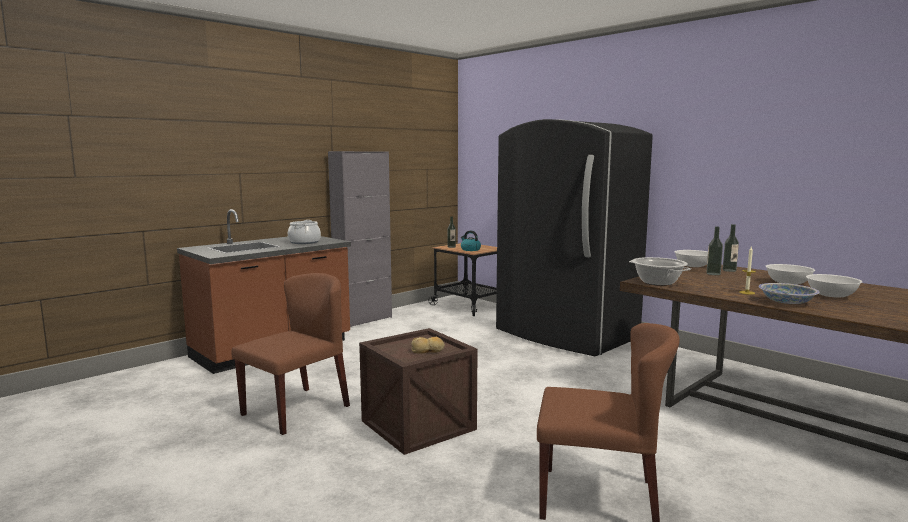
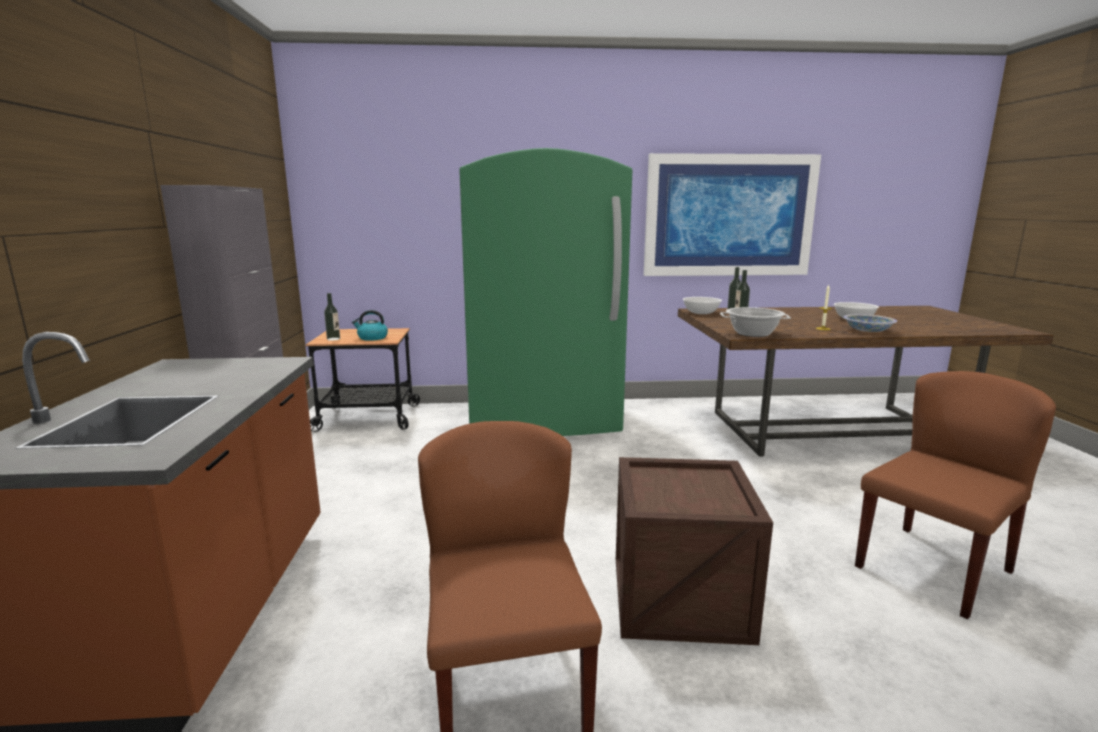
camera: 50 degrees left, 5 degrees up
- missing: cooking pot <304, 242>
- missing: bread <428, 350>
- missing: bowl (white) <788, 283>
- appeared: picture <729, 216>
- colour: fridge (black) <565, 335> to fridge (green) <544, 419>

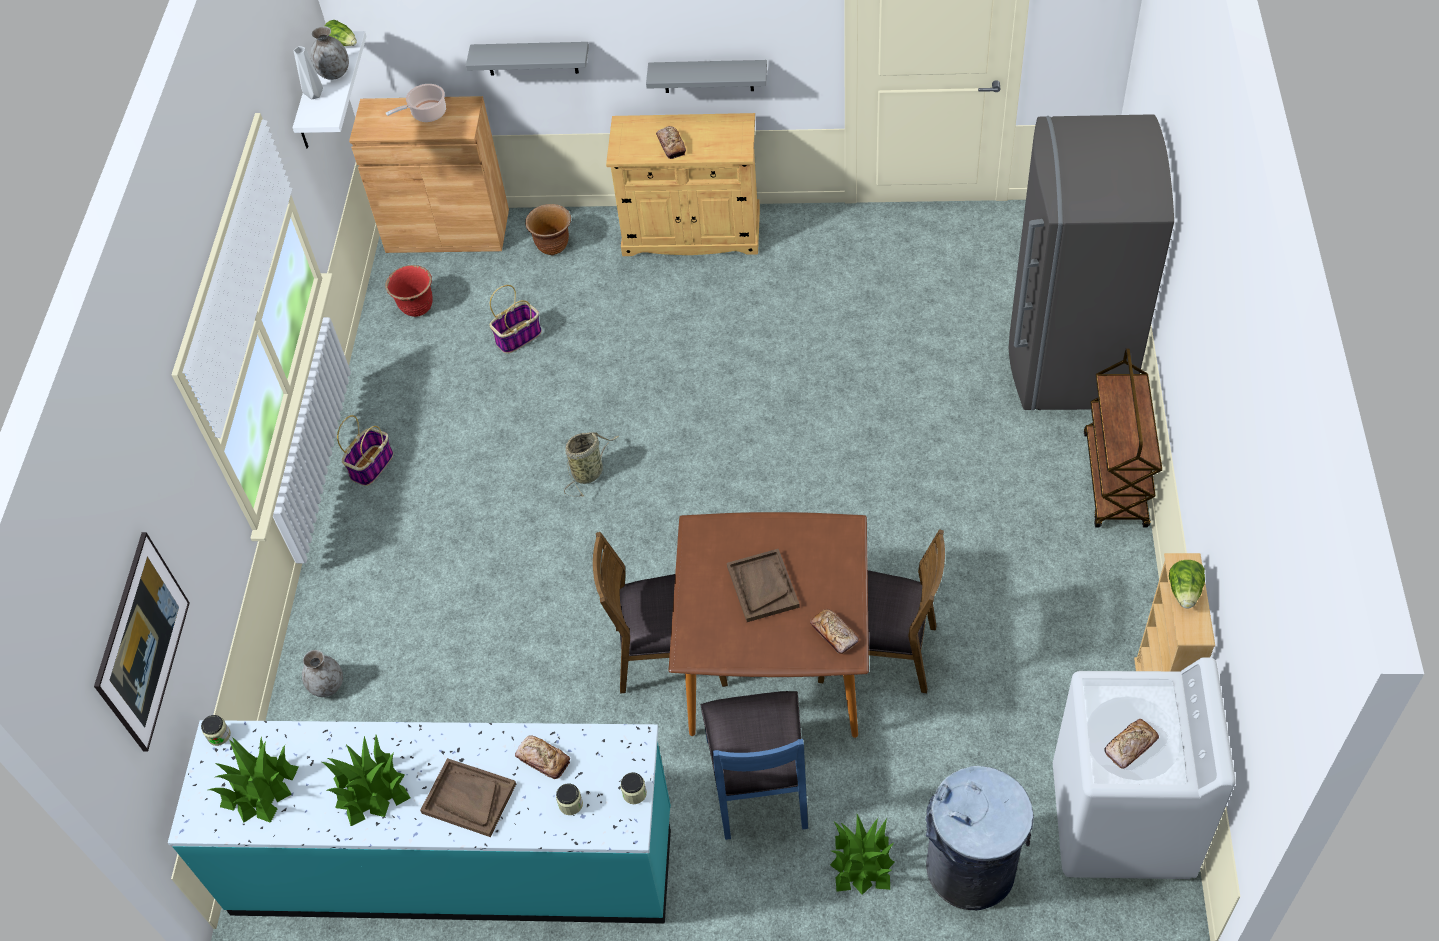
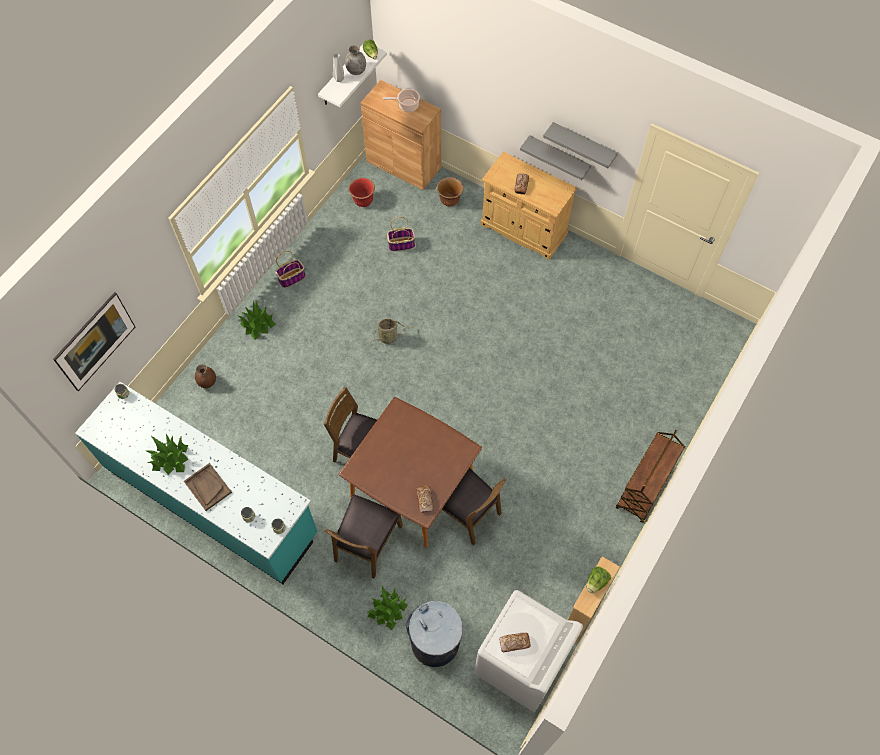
camera: 25 degrees right, 10 degrees up
- missing: bread <543, 760>
- missing: tray (brown) <762, 586>
- missing: fridge (grey) <1068, 359>
- relocated: potted plant <259, 788> to <257, 324>
- relocated: shelf (grey) <531, 58> to <583, 144>
- colour: vase (grey) <327, 686> to vase (brown) <207, 382>
- colour: chair (blue) <759, 783> to chair (brown) <367, 543>

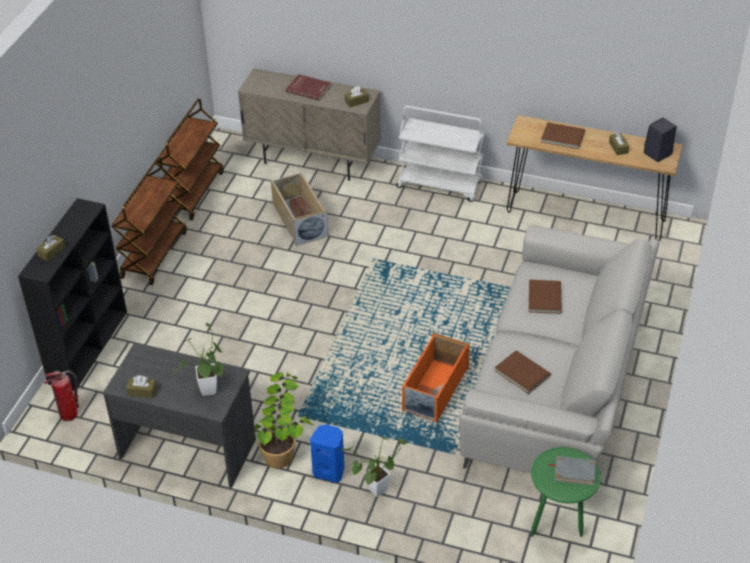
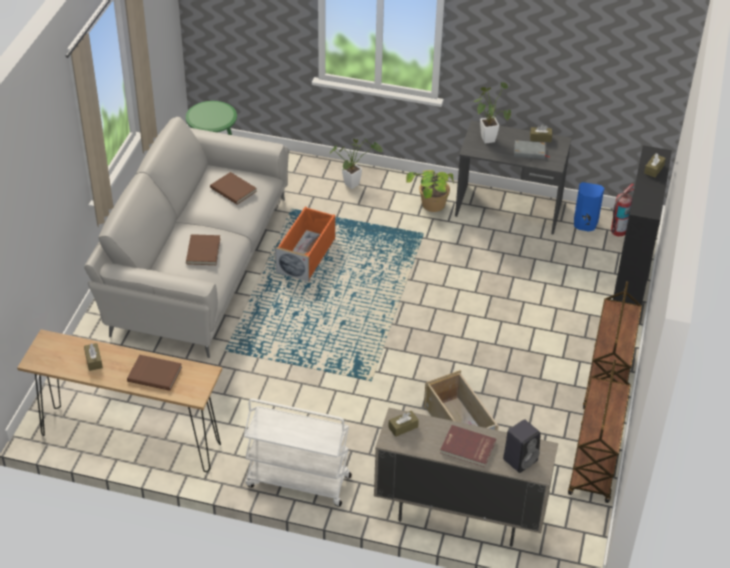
camera: 175 degrees right, 0 degrees up
- relocated: speaker (blue) <329, 471> to <584, 224>
- relocated: book (grey) <574, 472> to <529, 152>
- relocated: speaker (black) <657, 154> to <520, 459>

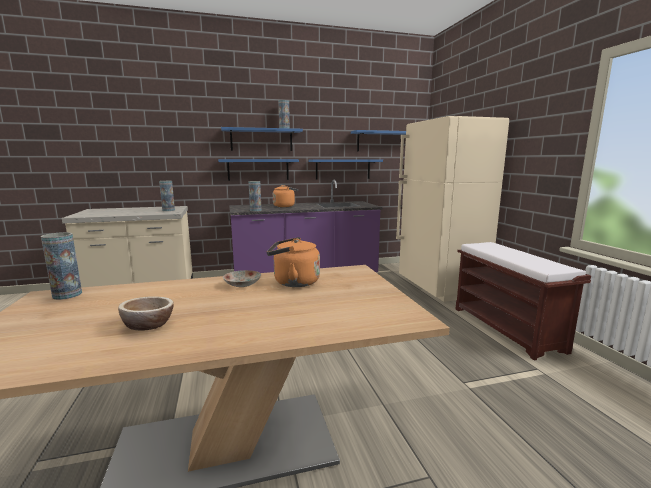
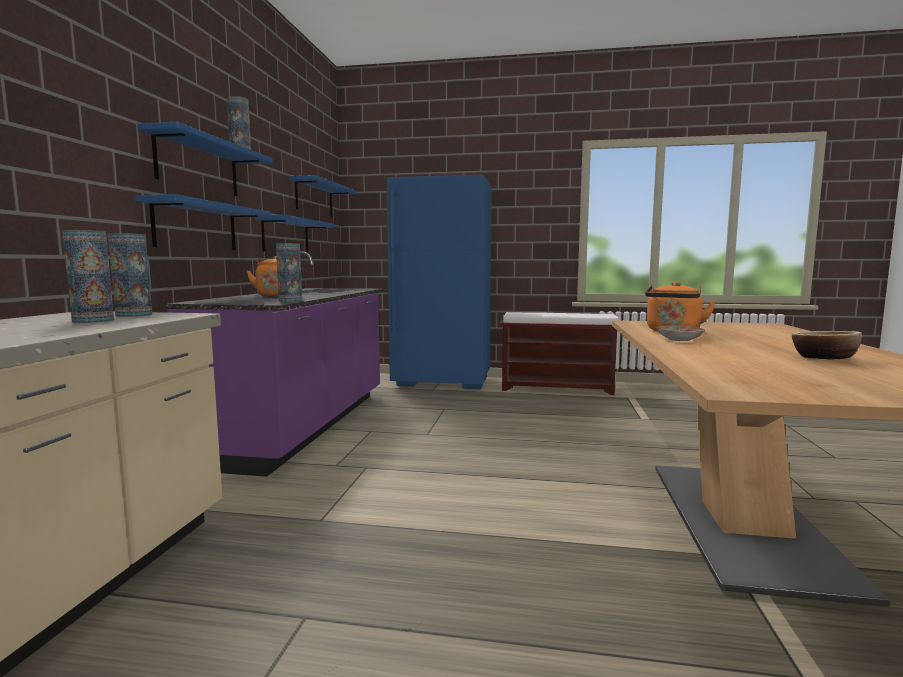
camera: 65 degrees left, 5 degrees down
- relocated: vase <67, 295> to <93, 321>
- colour: fridge (beige) <440, 288> to fridge (blue) <442, 383>

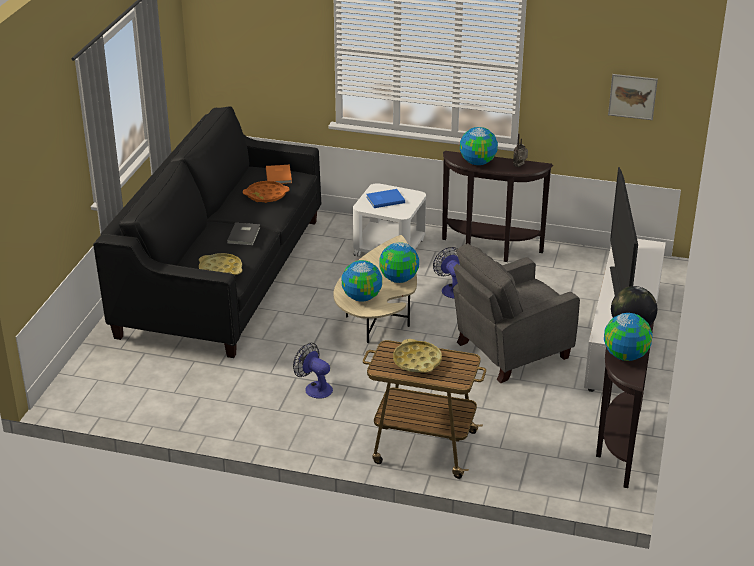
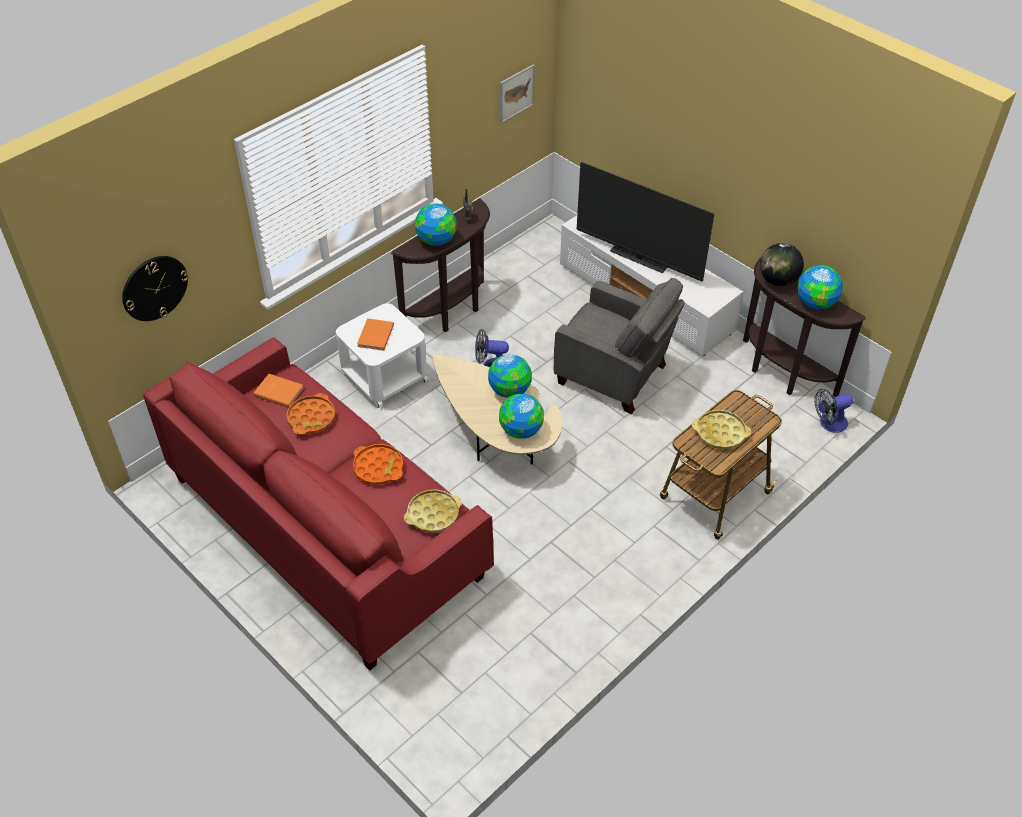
camera: 60 degrees left, 15 degrees up
- appeared: wall clock <154, 288>
- relocated: fan <314, 388> to <829, 424>
- exchanged: book (grey) <245, 235> to tray (orange) <378, 467>
- colour: sofa (black) <222, 277> to sofa (red) <327, 528>
- colour: book (blue) <384, 199> to book (orange) <374, 336>
- spun: armchair (grey) <509, 350> = <614, 375> 60 degrees counterclockwise

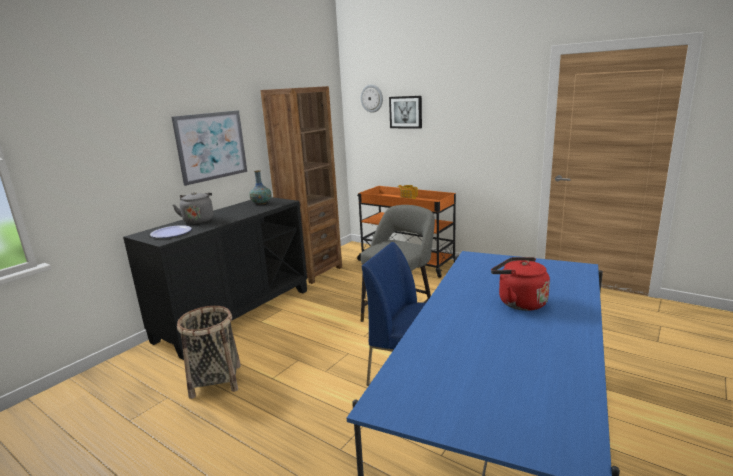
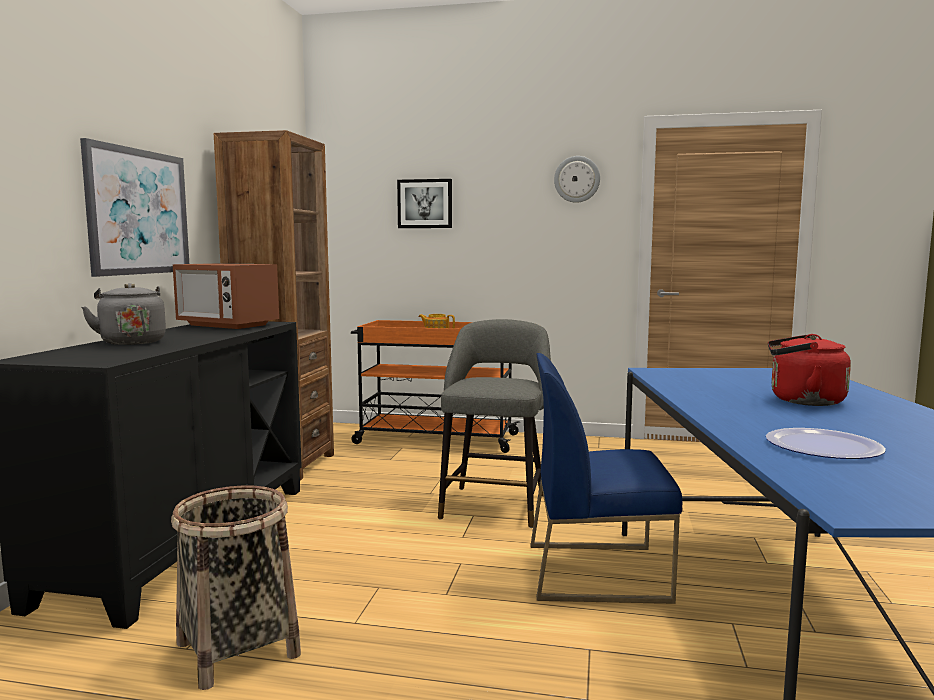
camera: 25 degrees left, 10 degrees down
- relocated: plate <171, 233> to <823, 447>
- relocated: wall clock <372, 98> to <577, 179>
- exchanged: vase <261, 203> to microwave <227, 325>

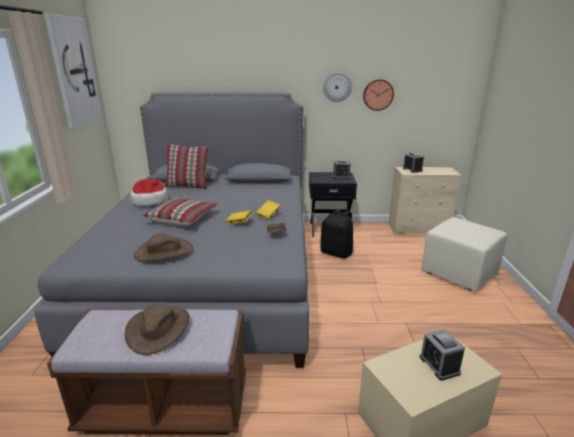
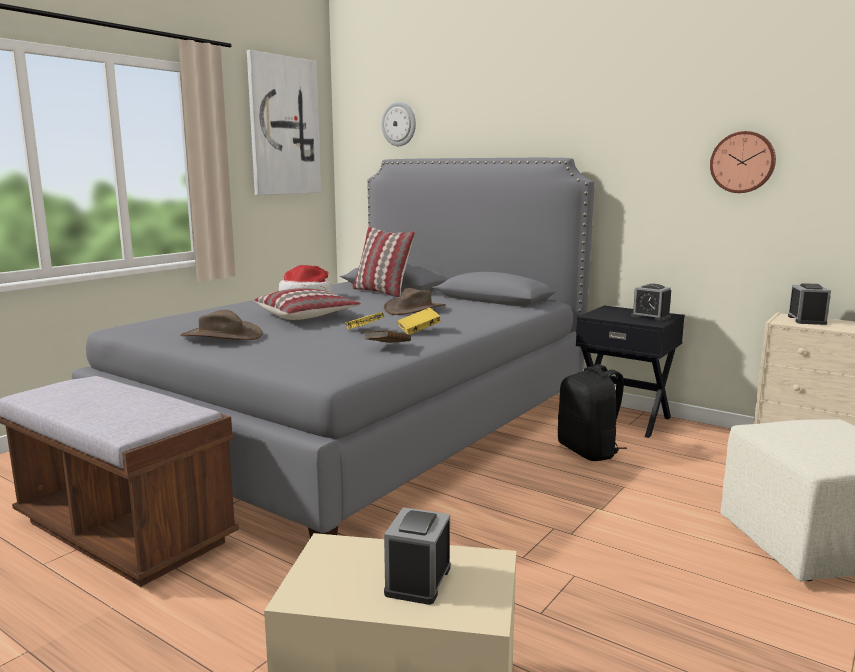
camera: 35 degrees right, 10 degrees down
- relocated: hat (brown) <158, 329> to <414, 309>
- relocated: wall clock <337, 87> to <399, 124>

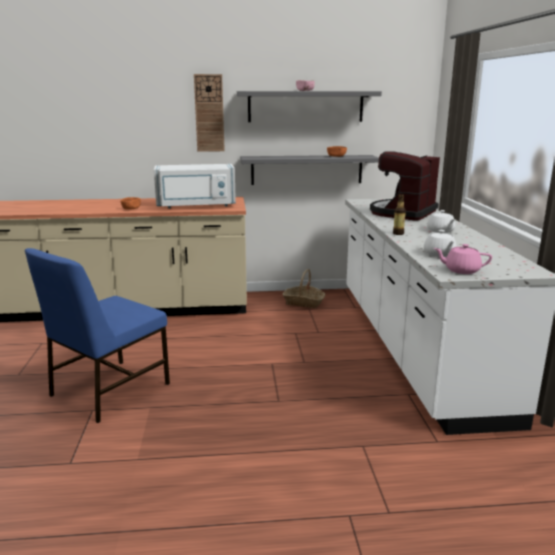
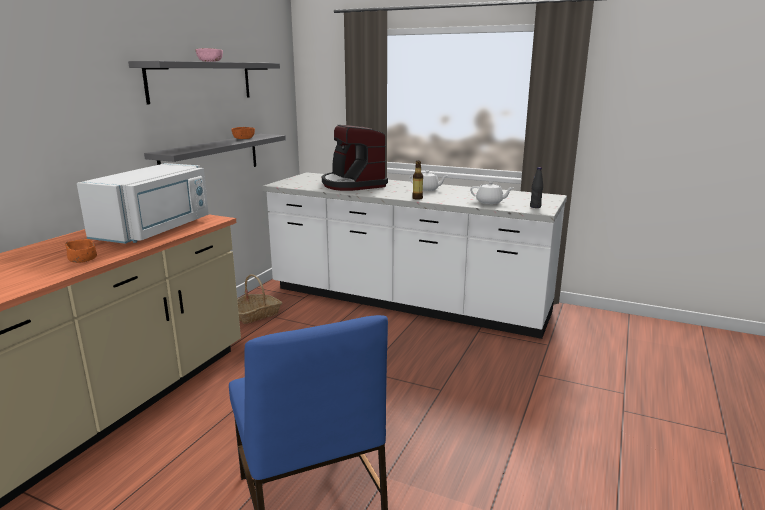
camera: 60 degrees left, 0 degrees up
- missing: wall clock <209, 113>
- exchanged: teapot (pink) <461, 270> to bottle (black) <535, 207>

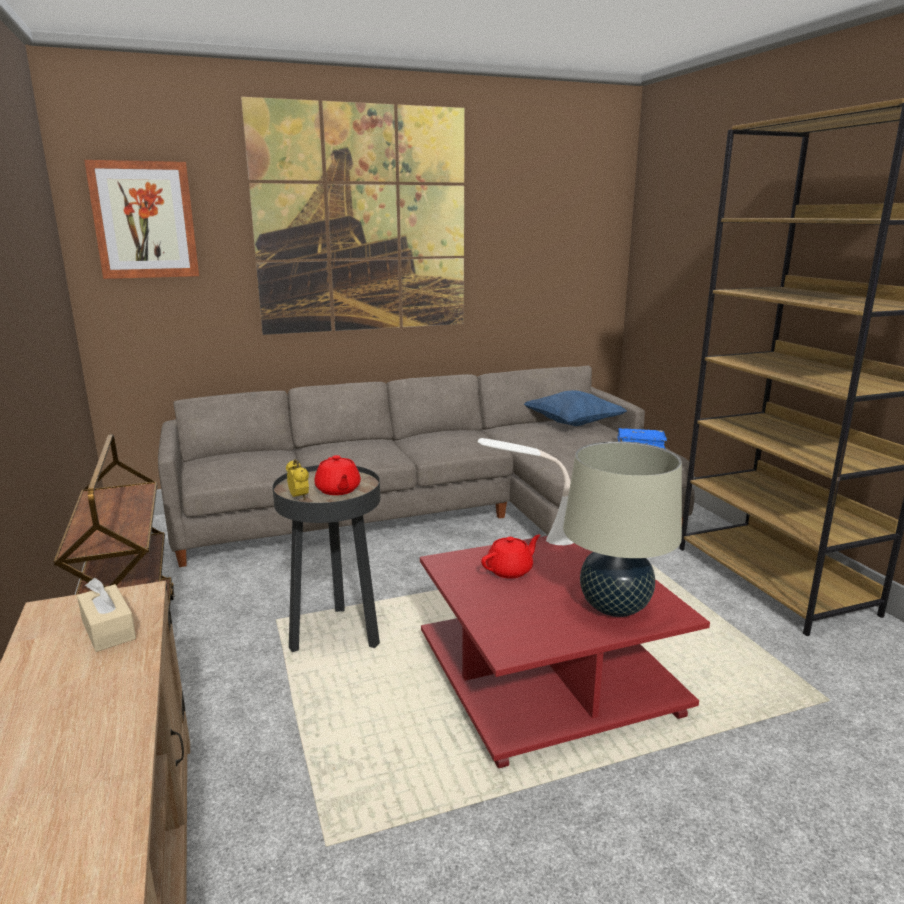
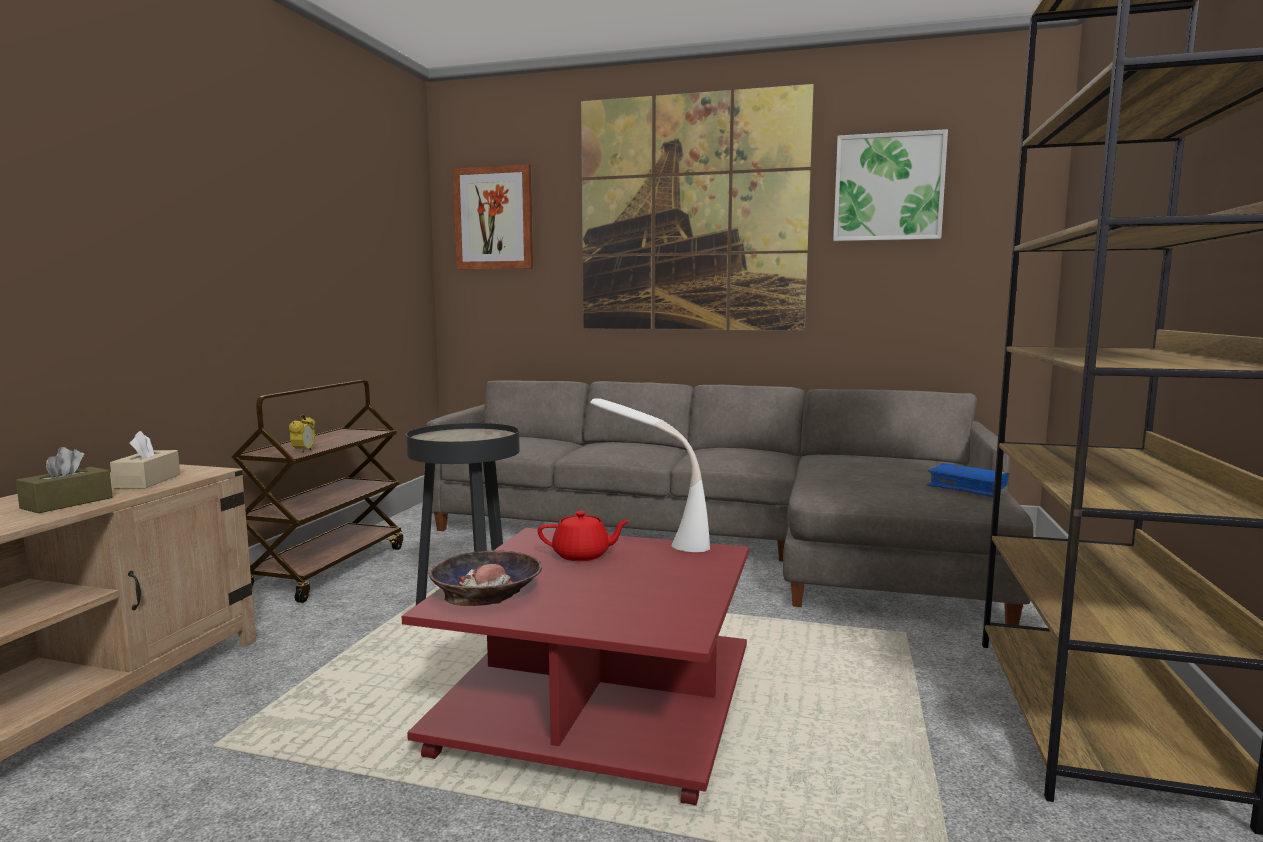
camera: 35 degrees right, 10 degrees down
- missing: teapot (red) <338, 490>
- missing: pillow (blue) <573, 424>
- missing: table lamp (beige) <614, 607>
- appeared: tissue box (brown) <67, 503>
- appeared: bowl <486, 591>
- appeared: picture <888, 187>
- relocated: alarm clock <299, 498> to <304, 451>

